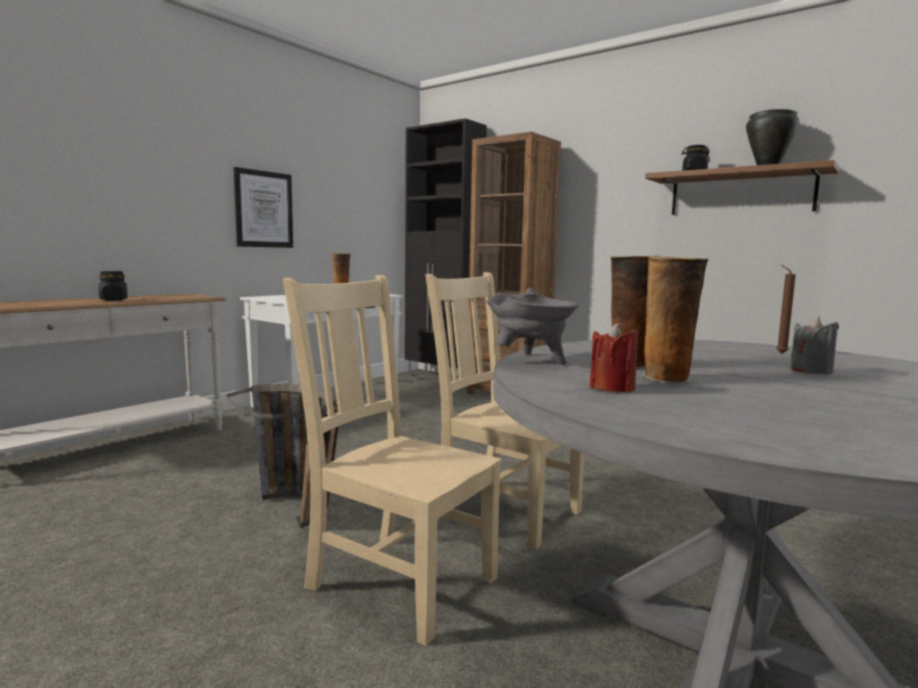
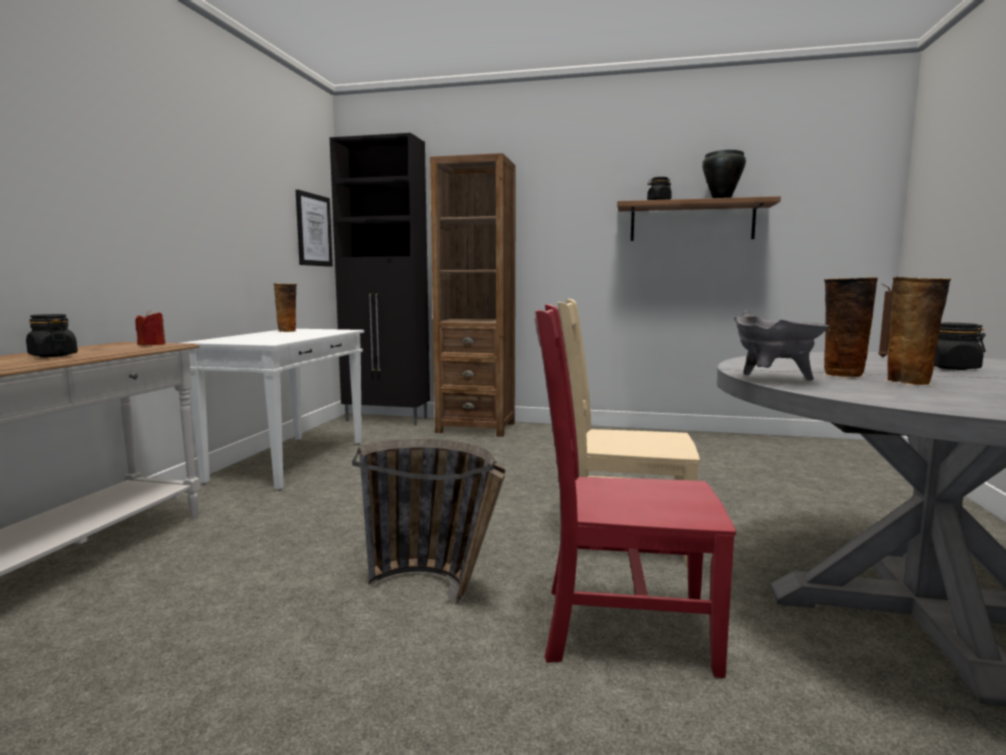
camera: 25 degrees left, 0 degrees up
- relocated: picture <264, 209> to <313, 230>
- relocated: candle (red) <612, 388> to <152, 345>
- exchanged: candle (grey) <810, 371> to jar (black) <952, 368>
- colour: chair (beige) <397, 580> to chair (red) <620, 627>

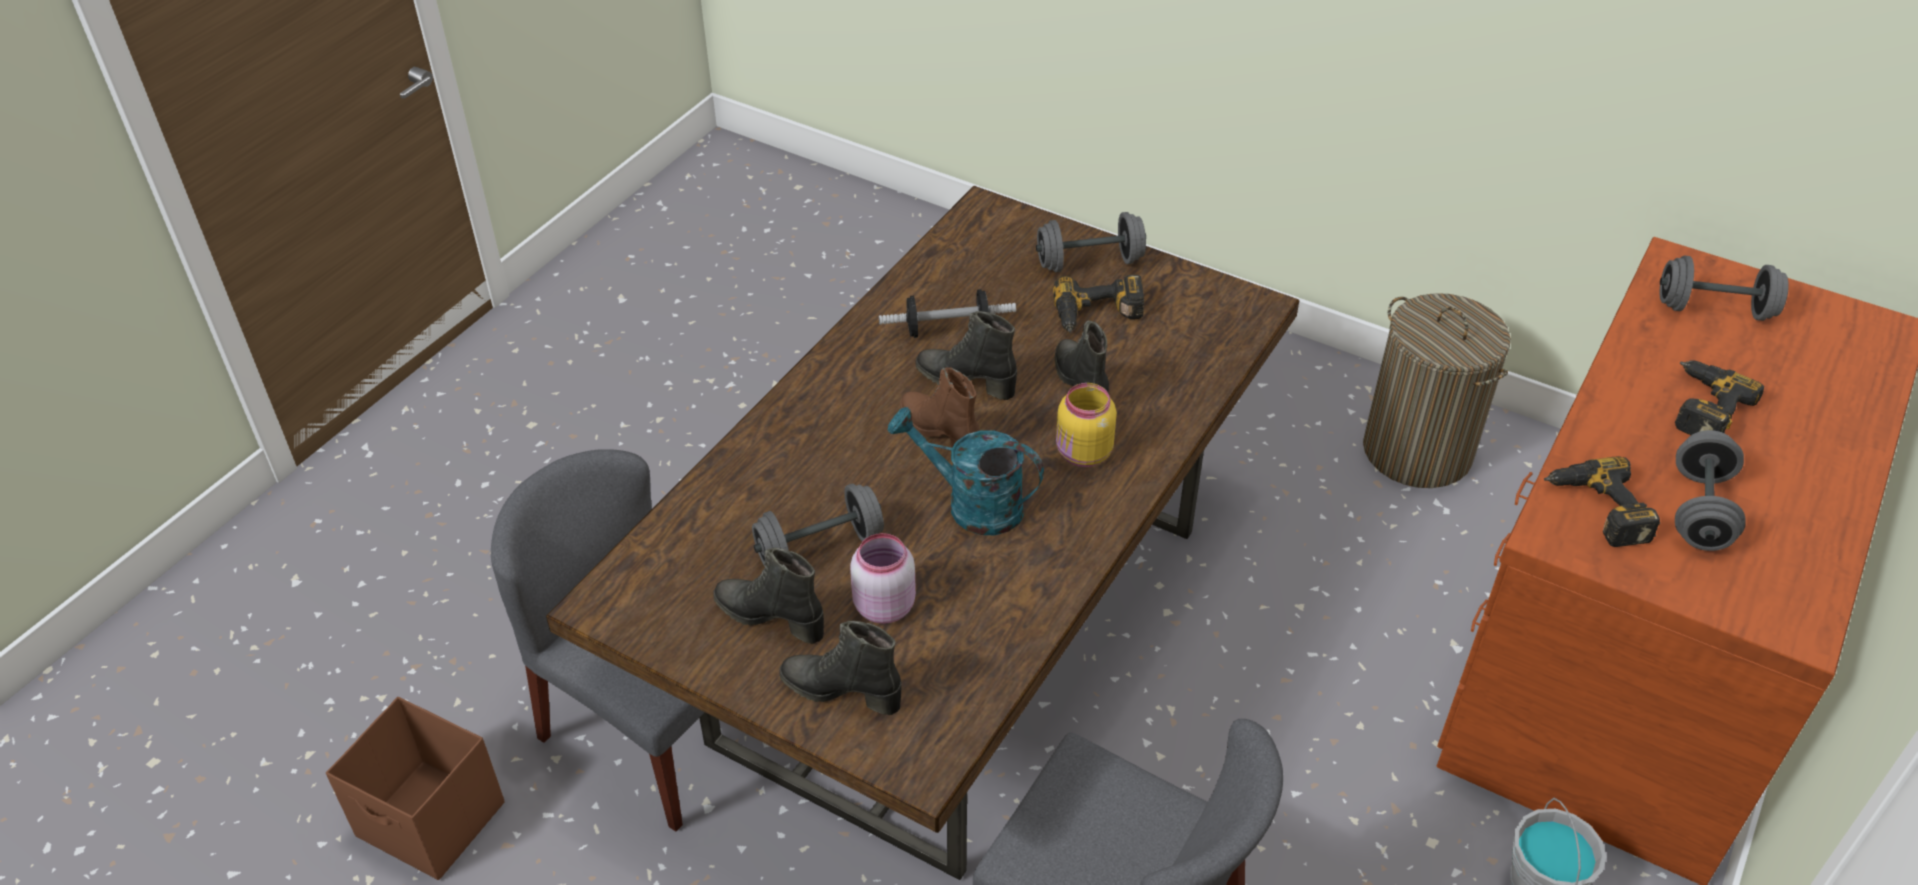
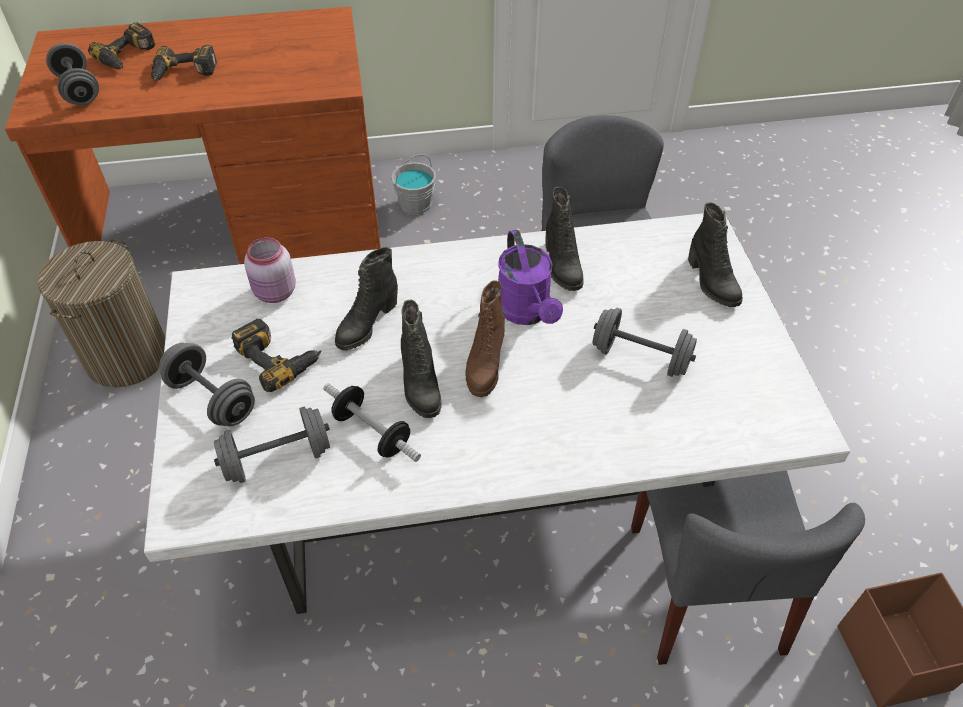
camera: 130 degrees left, 5 degrees up
- missing: jar (yellow) <1083, 454>
- relocated: boot (black) <770, 617> to <561, 266>
- relocated: jar (pink) <882, 605> to <275, 293>
- relocated: power drill <1596, 509> to <128, 56>
- relocated: dumbbell (grey) <1699, 511> to <277, 459>
- colour: dining table (brown) <958, 636> to dining table (white) <482, 485>
- colour: watering can (turquoise) <971, 505> to watering can (purple) <527, 313>

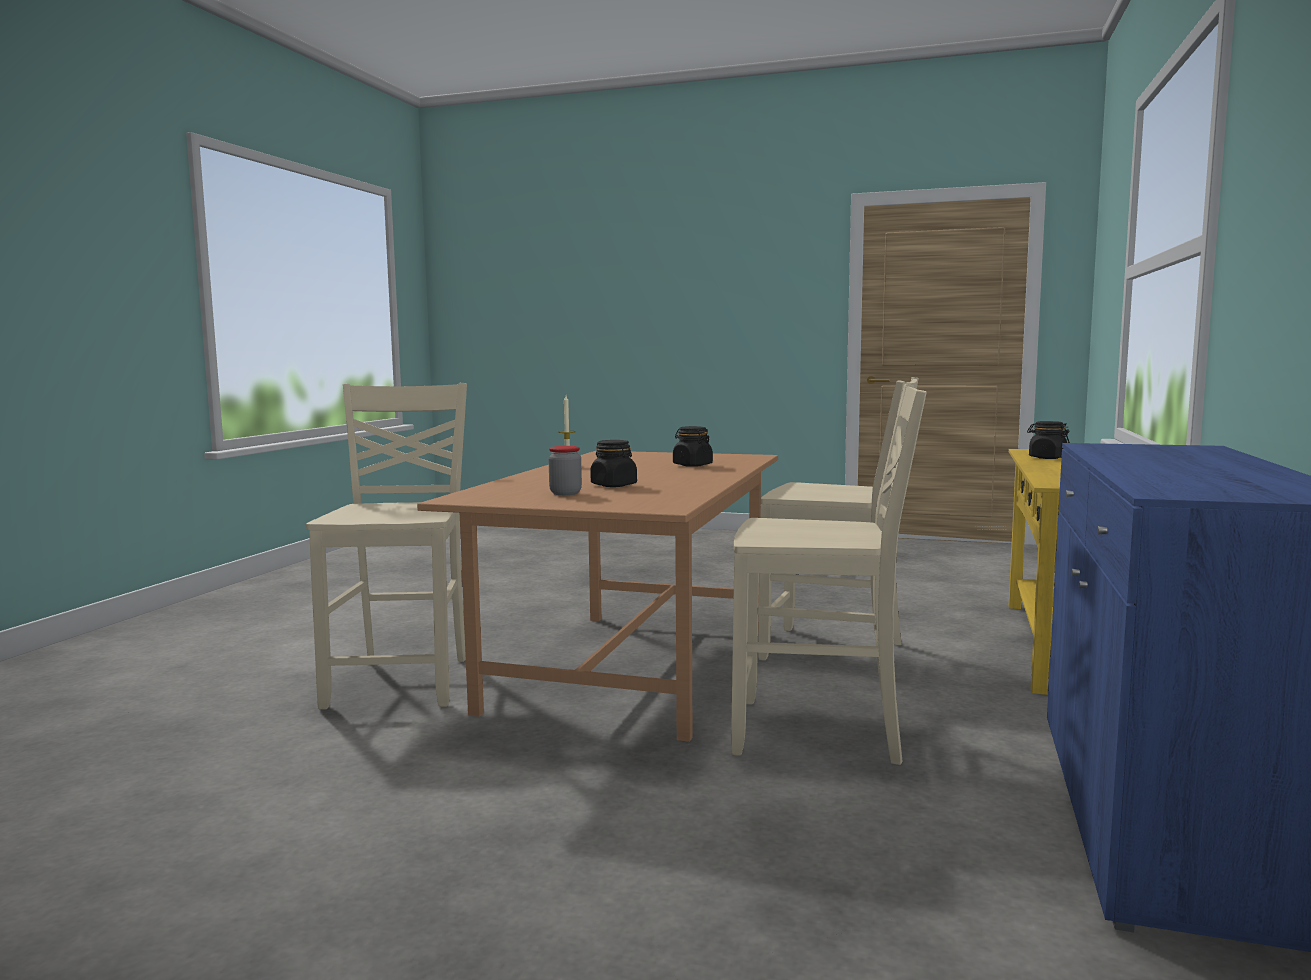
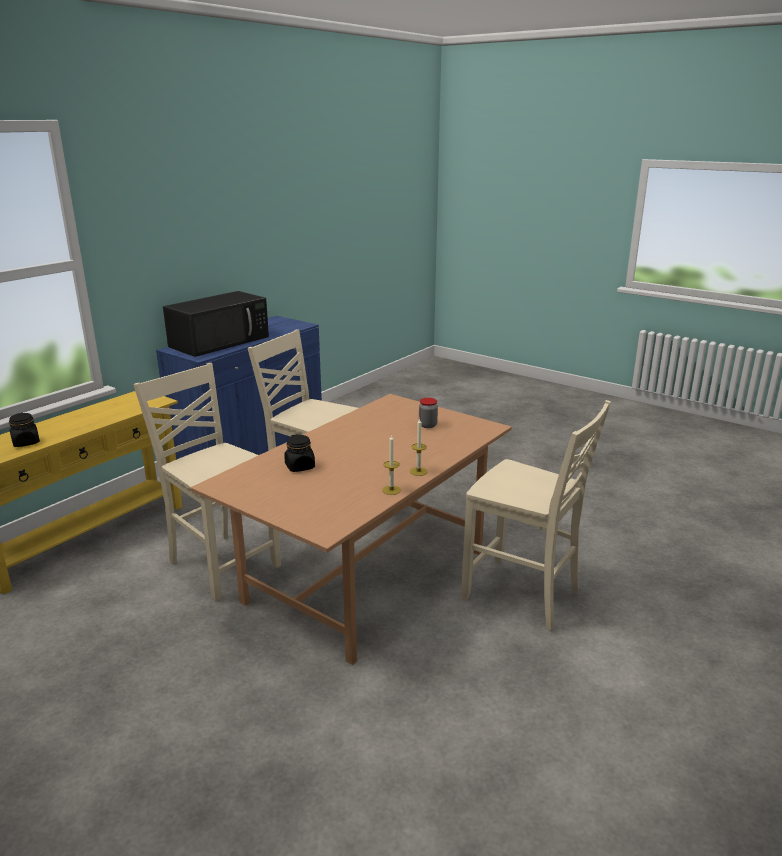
camera: 160 degrees left, 15 degrees up
- missing: jar (black) <614, 485>
- appeared: microwave (black) <220, 341>
- appeared: candle <418, 471>
- spun: chair (beige) <403, 681> = <523, 595> 75 degrees counterclockwise

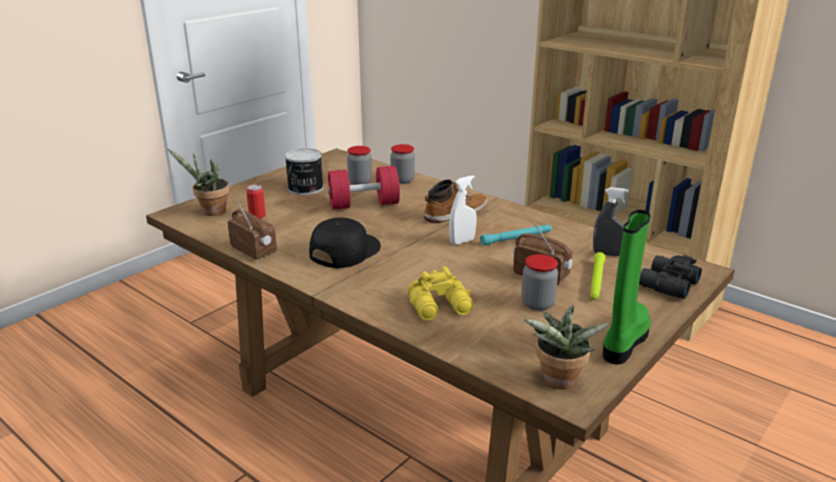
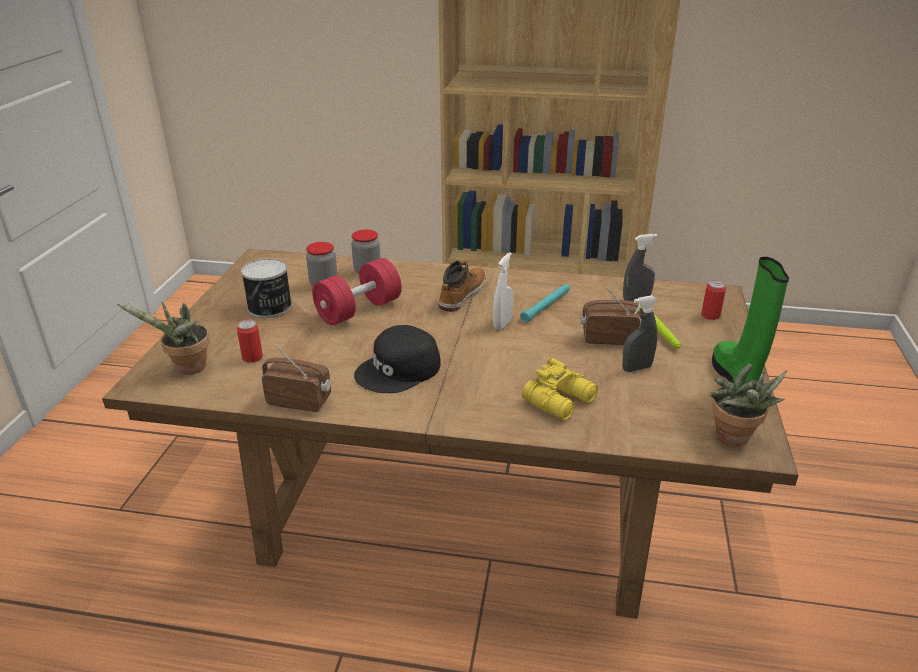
camera: 30 degrees left, 5 degrees up
- exchanged: jar <537, 304> to spray bottle (grey) <636, 368>
- exchanged: binoculars (black) <666, 284> to can <710, 315>
- spun: cap (black) <344, 251> = <399, 370> 135 degrees counterclockwise

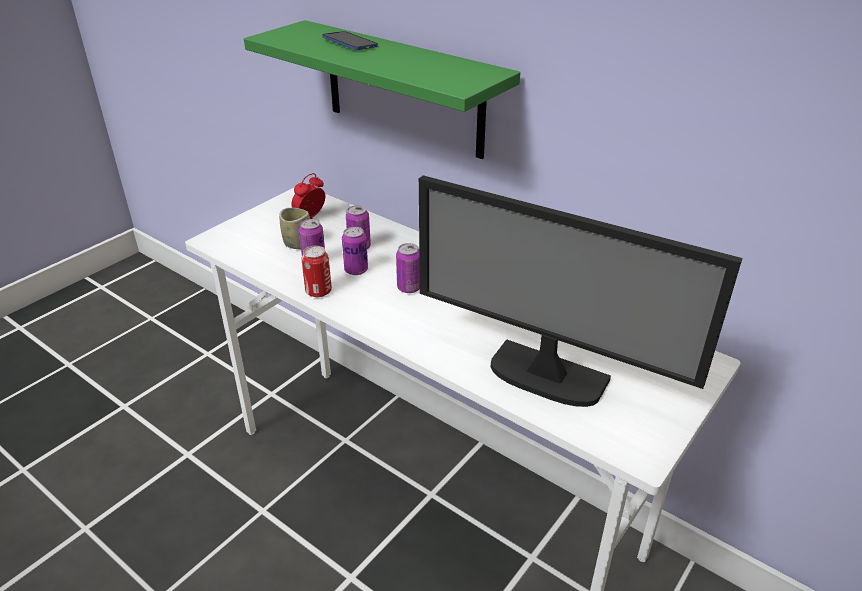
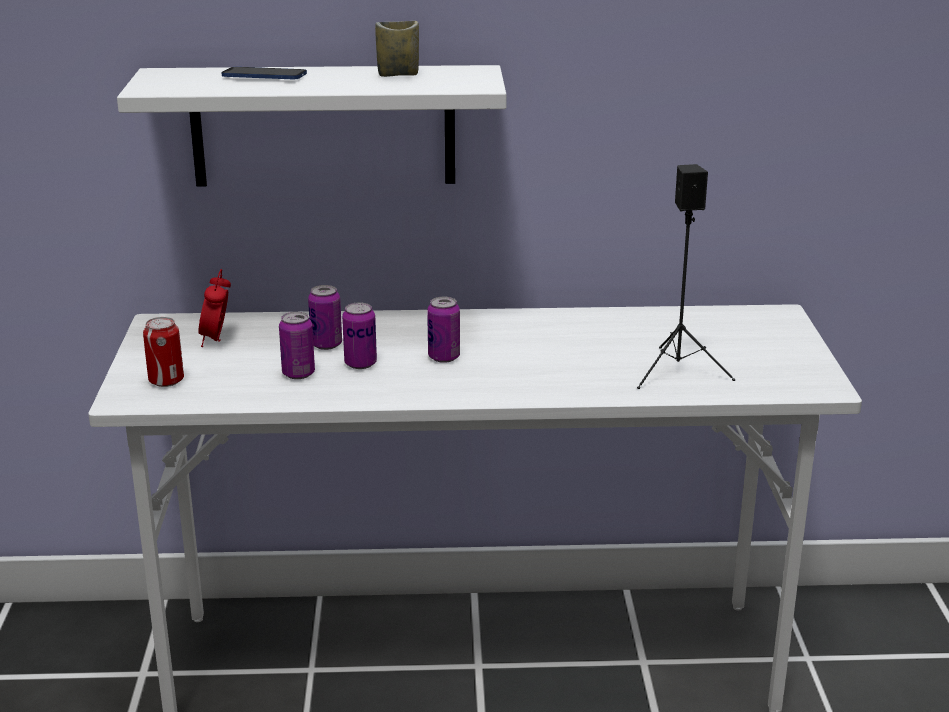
camera: 40 degrees left, 10 degrees down
- relocated: cup <297, 244> to <398, 75>
- relocated: can <318, 291> to <166, 381>
- exchanged: monitor <546, 377> to speaker (black) <678, 371>
- colour: shelf (green) <403, 89> to shelf (white) <323, 126>

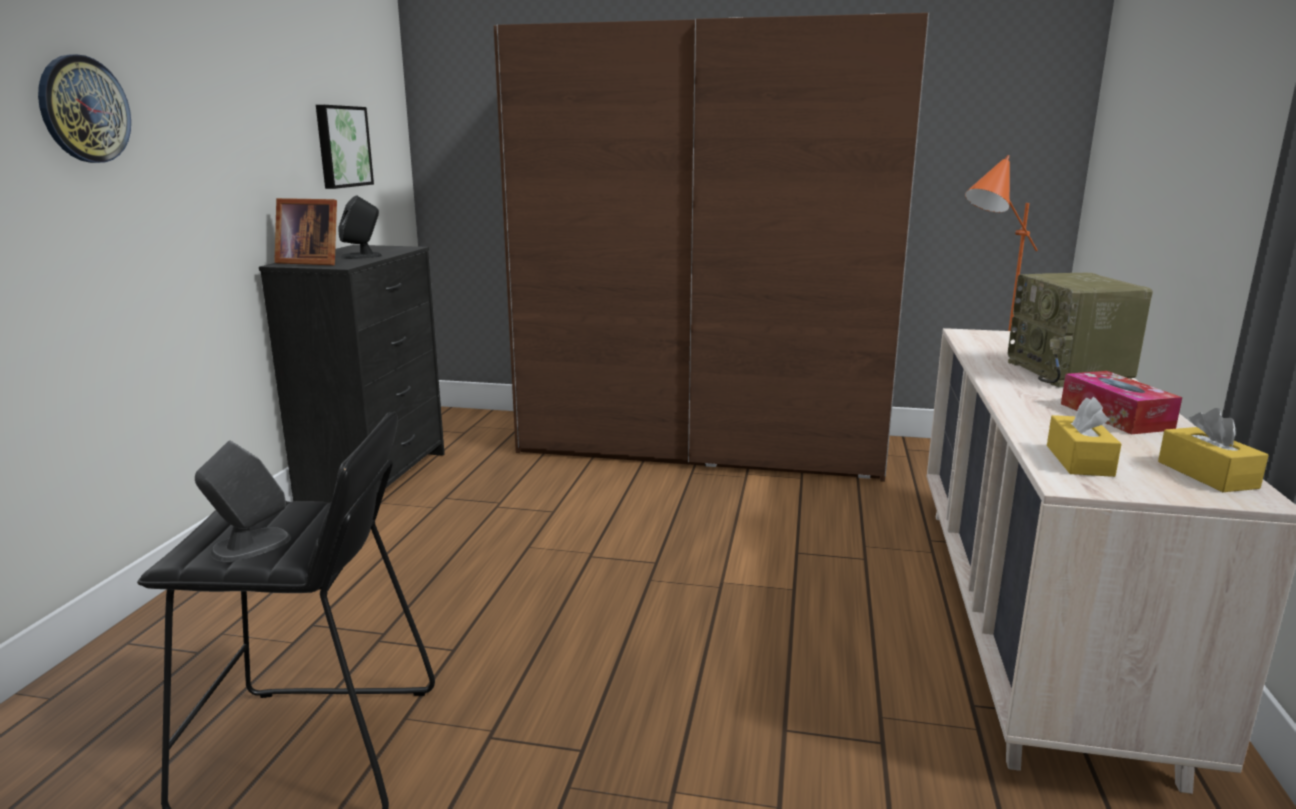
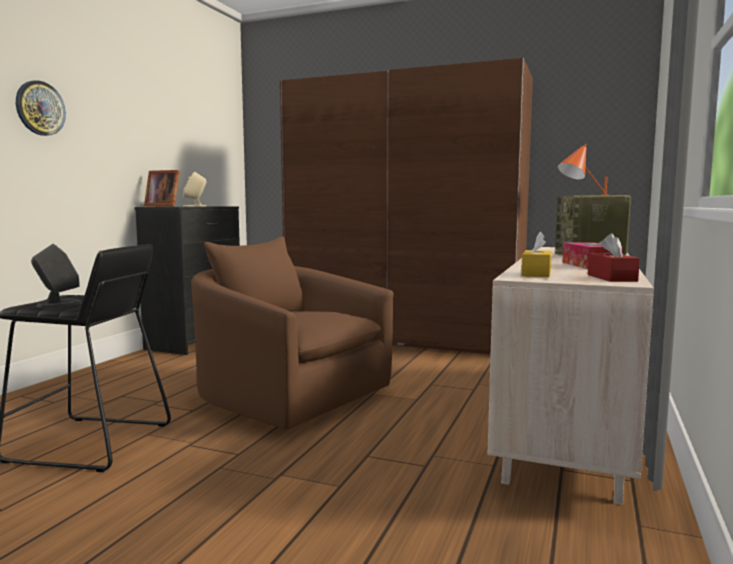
camera: 10 degrees right, 10 degrees down
- missing: picture <341, 146>
- appeared: armchair (brown) <287, 394>
- colour: speaker (black) <362, 256> to speaker (beige) <195, 206>
- colour: tissue box (yellow) <1207, 474> to tissue box (red) <611, 278>

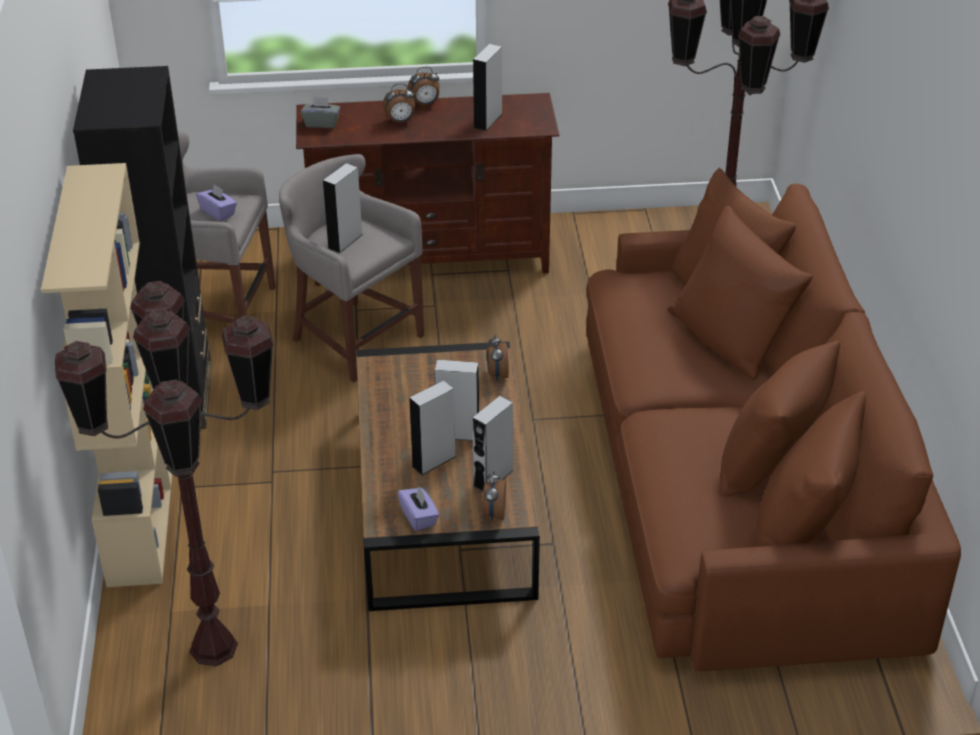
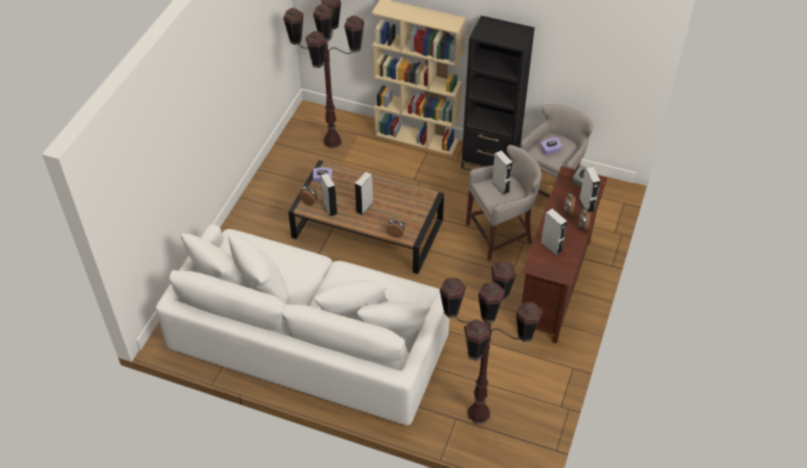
camera: 115 degrees right, 10 degrees up
- relocated: speaker (grey) <434, 461> to <586, 205>
- colour: sofa (brown) <741, 480> to sofa (white) <311, 337>

